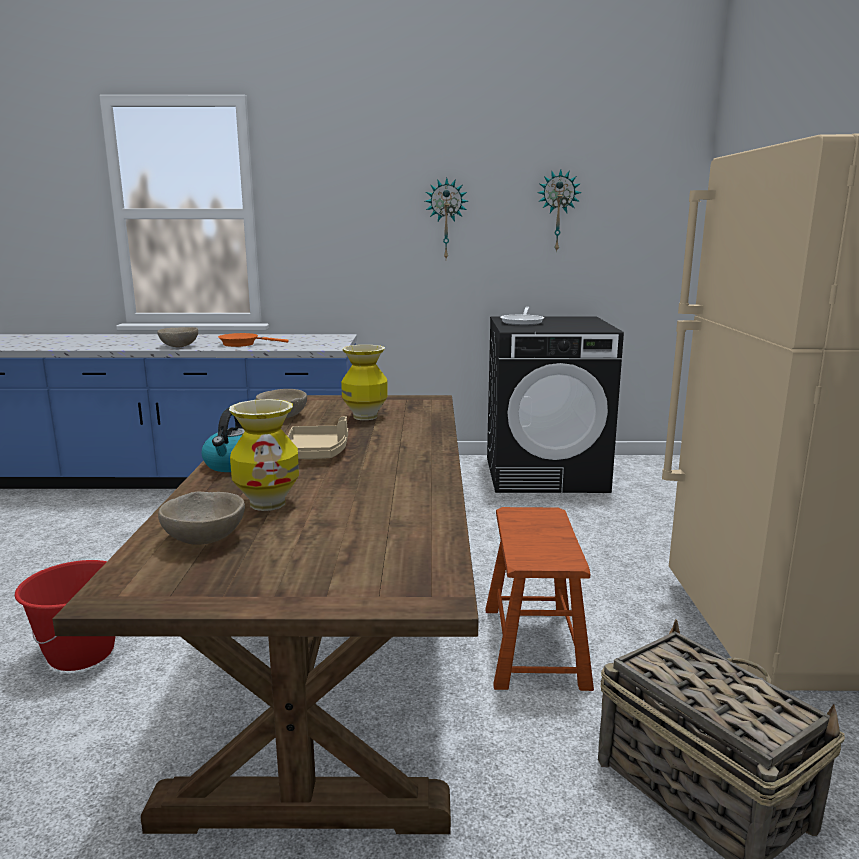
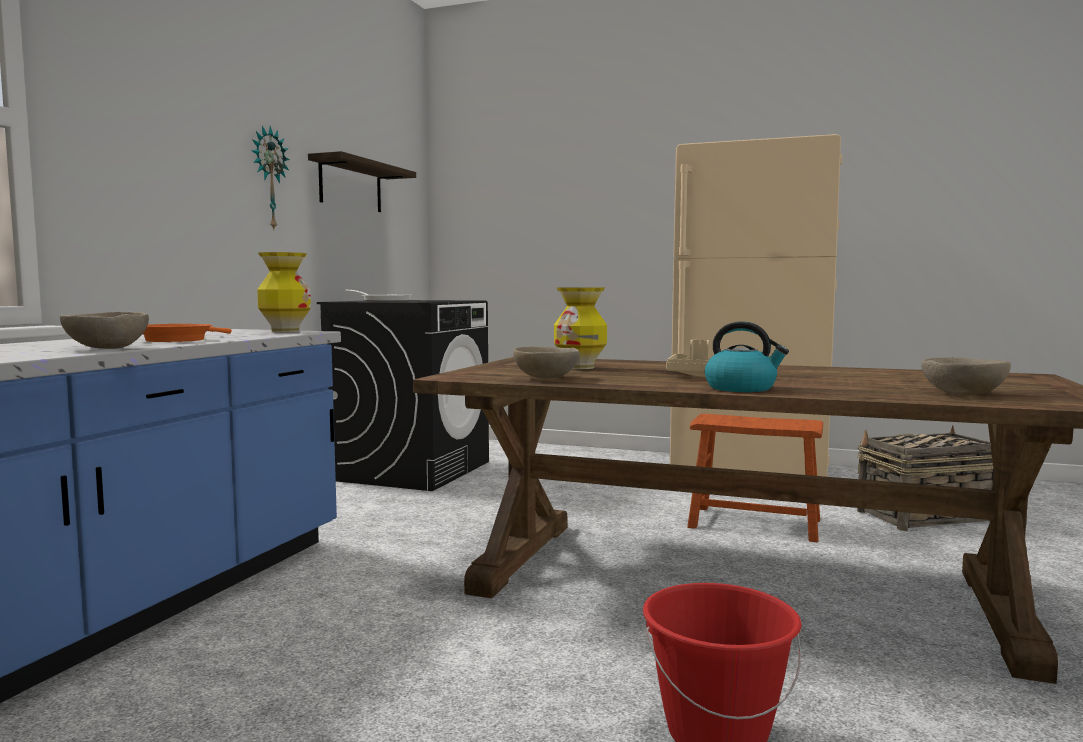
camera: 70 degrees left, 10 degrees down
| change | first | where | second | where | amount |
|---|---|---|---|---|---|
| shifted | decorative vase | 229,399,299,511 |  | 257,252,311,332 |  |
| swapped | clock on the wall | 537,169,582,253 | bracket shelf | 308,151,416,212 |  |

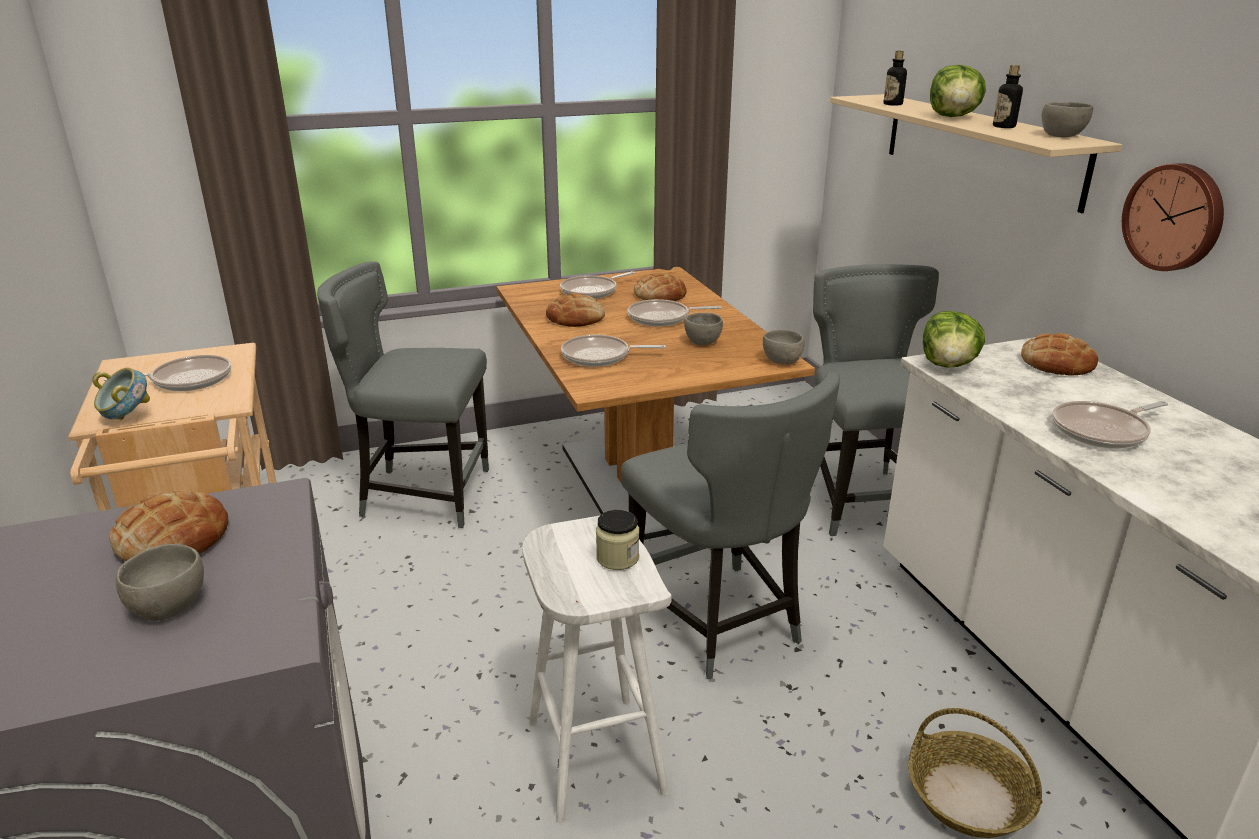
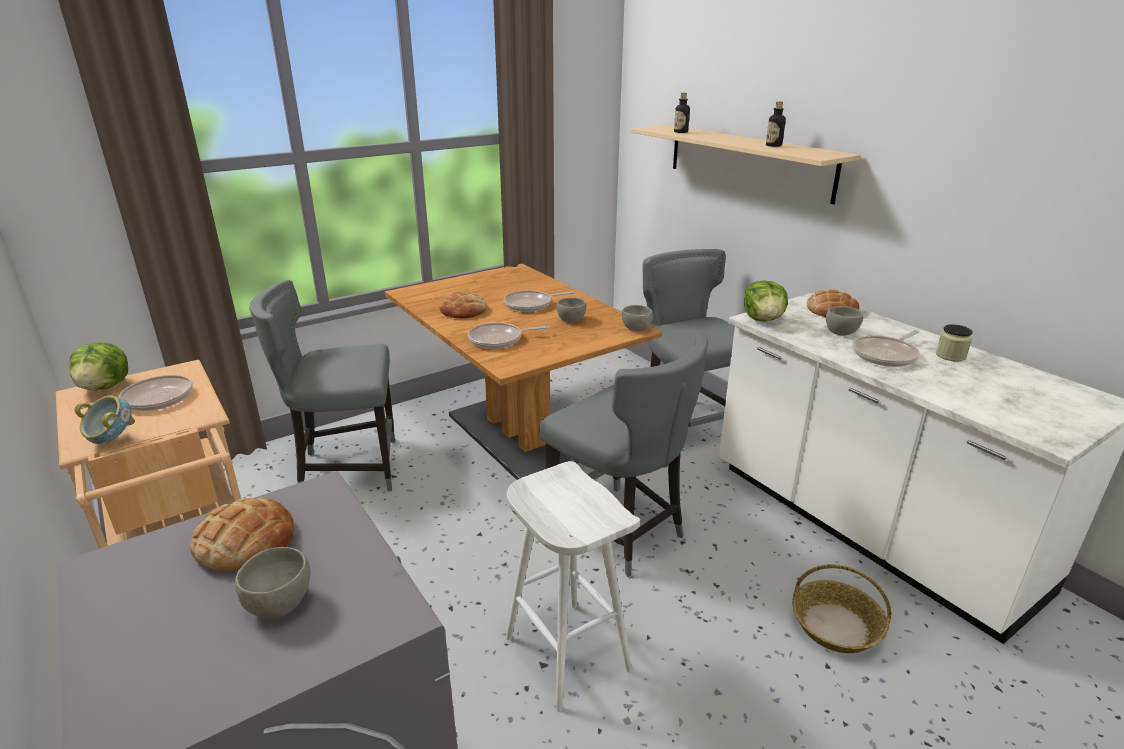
camera: 15 degrees left, 0 degrees up
| change | first | where | second | where | amount |
|---|---|---|---|---|---|
| gone | pan | 560,271,635,299 |  |  |  |
| gone | baked bread | 634,273,687,301 |  |  |  |
| gone | clock on the wall | 1122,163,1224,271 |  |  |  |
| shifted | preserve jar | 596,510,639,570 |  | 936,324,973,361 |  |
| shifted | head of lettuce | 930,65,986,117 |  | 69,343,128,390 |  |
| shifted | serving bowl (gray) | 1042,102,1093,137 |  | 826,306,864,336 |  |

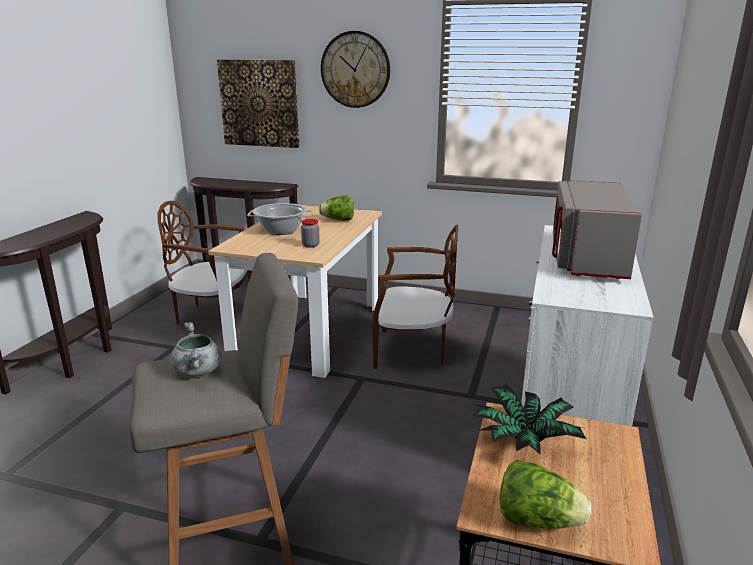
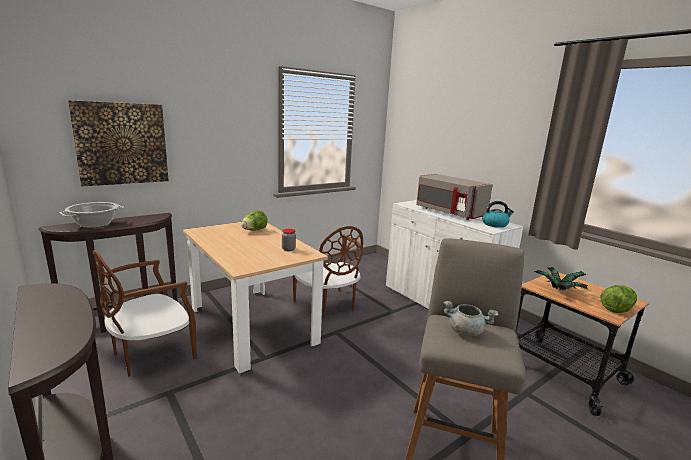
camera: 55 degrees left, 5 degrees down
| change | first | where | second | where | amount |
|---|---|---|---|---|---|
| gone | clock on the wall | 321,31,390,108 |  |  |  |
| new |  |  | kettle | 482,201,514,228 |  |
| shifted | saucepot | 247,203,313,235 |  | 60,202,124,228 |  |
| rotated | chair (brown) | 372,225,458,369 |  | 293,226,363,319 | 105 degrees clockwise |

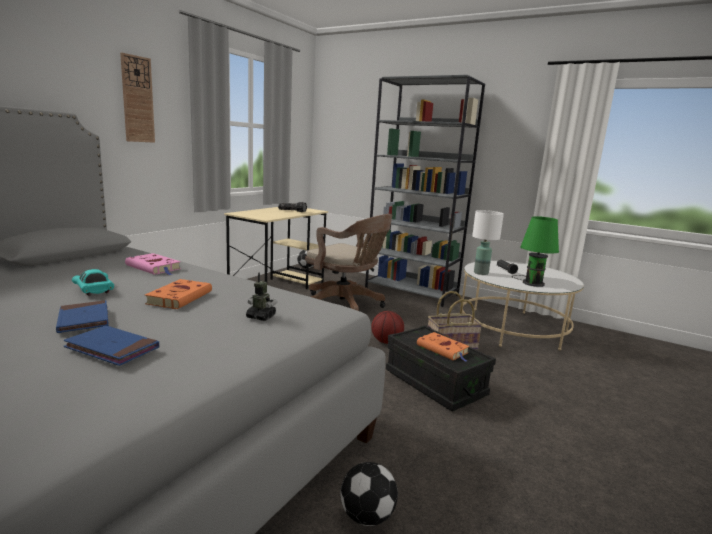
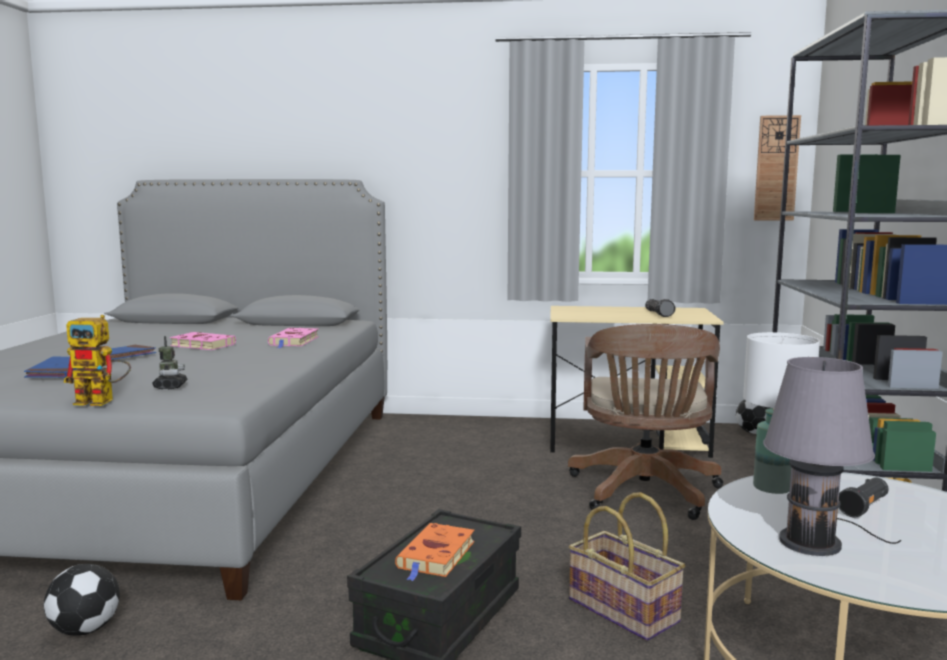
camera: 65 degrees right, 5 degrees down
| change | first | where | second | where | amount |
|---|---|---|---|---|---|
| gone | book (orange-coloured) | 145,279,212,309 |  |  |  |
| gone | ball for basketball | 371,311,404,344 |  |  |  |
| new |  |  | model robot | 63,315,131,406 |  |
| shifted | clock on the wall | 120,53,155,143 |  | 754,115,801,221 |  |
| swapped | toy car (turquoise-coloured) | 72,269,114,296 | book (pink-coloured) | 170,332,236,350 |  |
| repainted | table lamp (green) | 513,216,559,287 | table lamp (gray) | 763,357,901,556 |  |

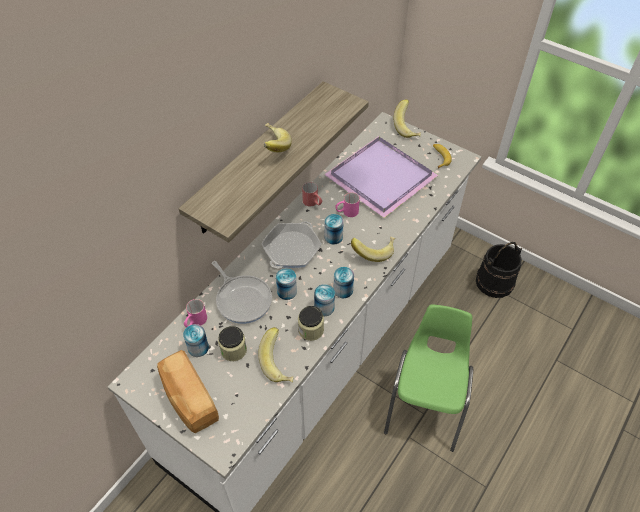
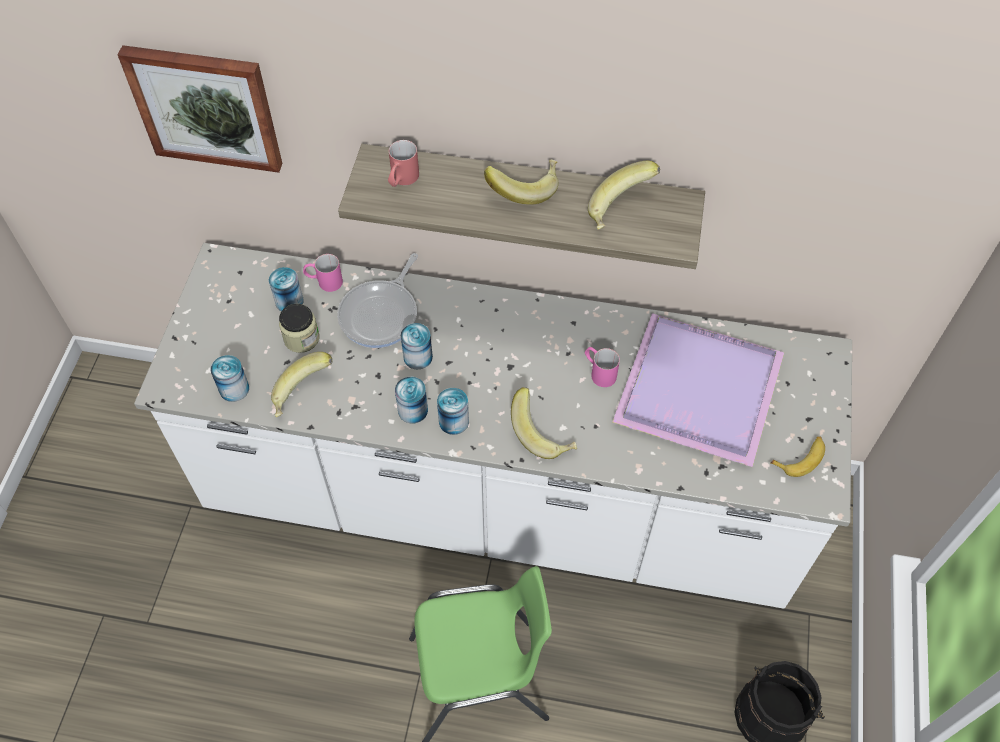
camera: 65 degrees right, 5 degrees up
| change | first | where | second | where | amount |
|---|---|---|---|---|---|
| gone | baked bread | 157,350,219,433 |  |  |  |
| gone | pan | 261,221,322,268 |  |  |  |
| gone | preserve jar | 298,306,324,341 |  |  |  |
| new |  |  | wall picture | 117,45,282,173 |  |
| shifted | coffee mug (red) | 302,182,322,206 |  | 388,140,419,187 |  |
| shifted | metal can | 325,214,344,245 |  | 211,355,249,402 |  |
| shifted | whole banana | 393,99,421,138 |  | 588,161,660,230 |  |

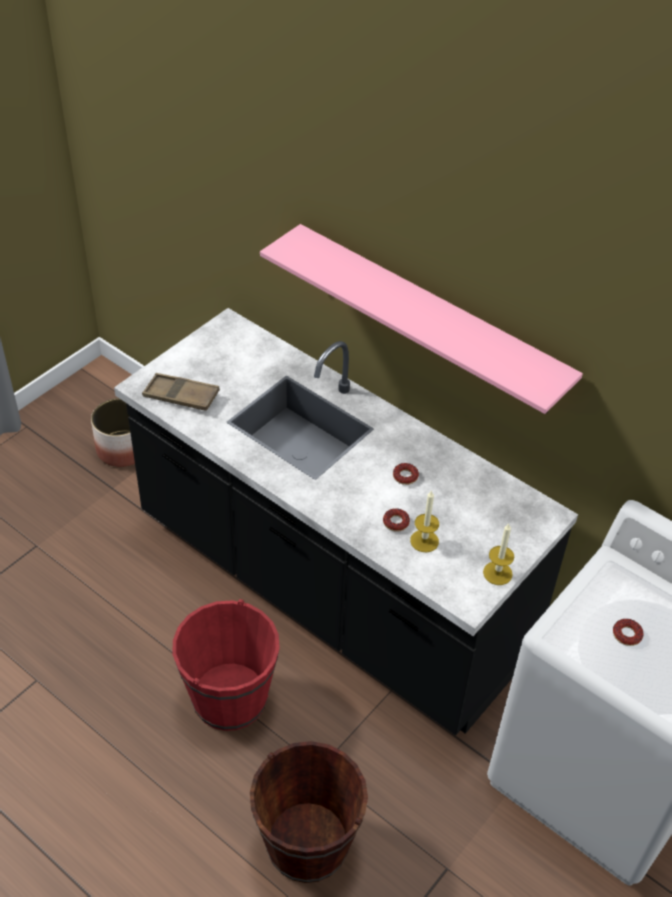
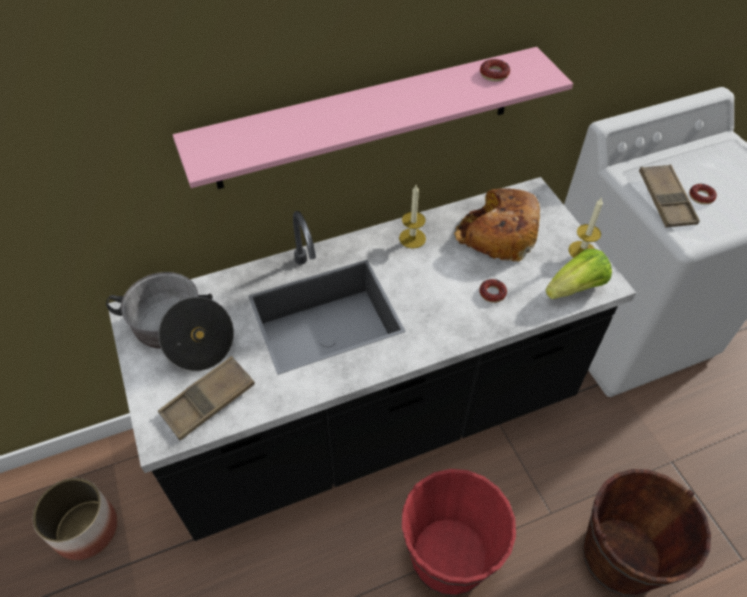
camera: 60 degrees left, 5 degrees up
| change | first | where | second | where | amount |
|---|---|---|---|---|---|
| new |  |  | saucepot | 106,272,234,371 |  |
| new |  |  | baked bread | 454,188,540,262 |  |
| new |  |  | head of lettuce | 546,249,612,299 |  |
| new |  |  | serving tray (brown) | 639,164,700,228 |  |
| shifted | doughnut | 393,463,419,485 |  | 480,59,510,81 |  |
| shifted | candle | 410,490,439,553 |  | 399,185,426,249 |  |

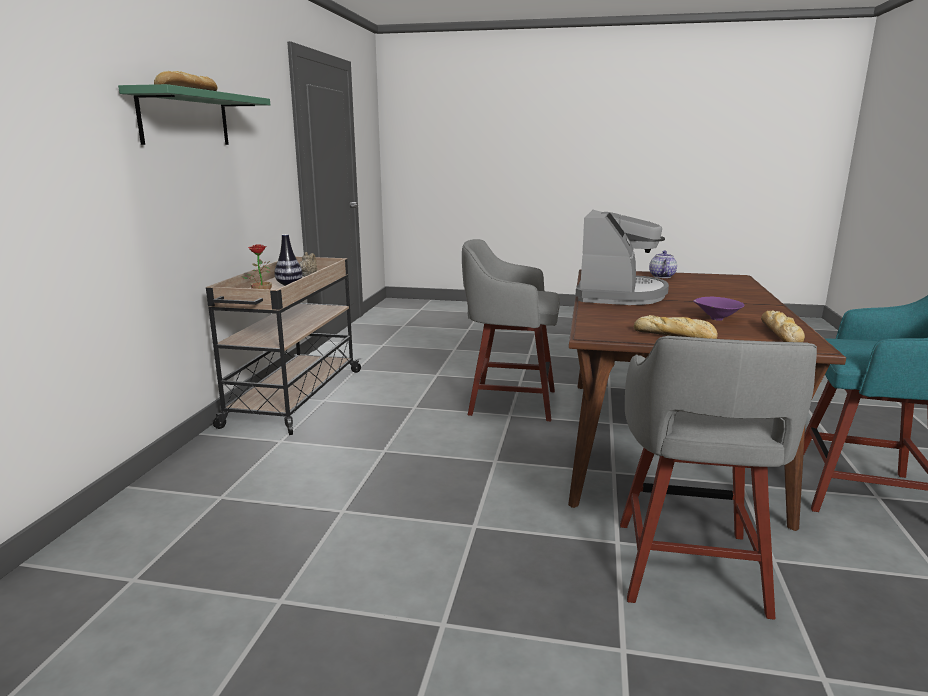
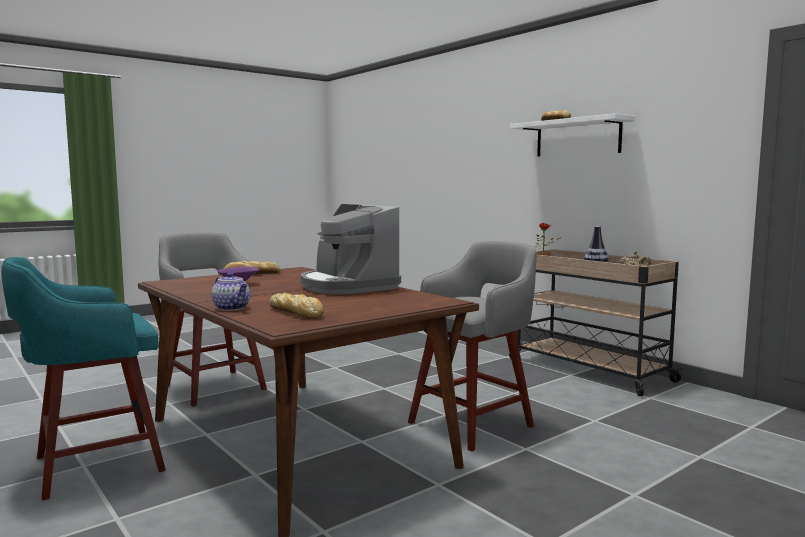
camera: 130 degrees right, 10 degrees down
| change | first | where | second | where | amount |
|---|---|---|---|---|---|
| shifted | tea pot | 649,251,677,278 |  | 211,272,250,311 |  |
| shifted | baked bread | 761,310,805,342 |  | 269,292,324,319 |  |
| repainted | bracket shelf (green) | 118,84,270,145 | bracket shelf (whitish) | 510,113,635,157 |  |

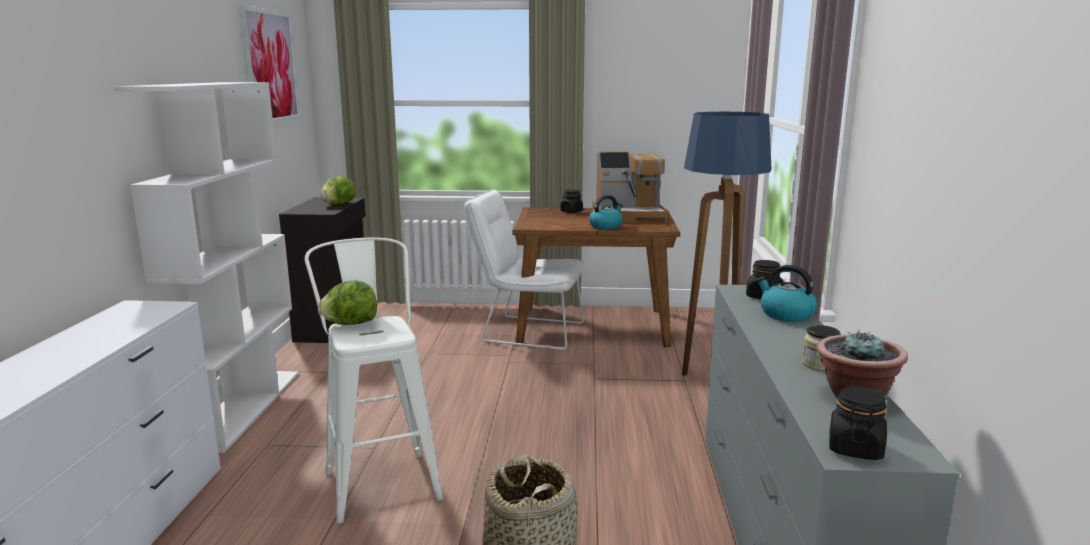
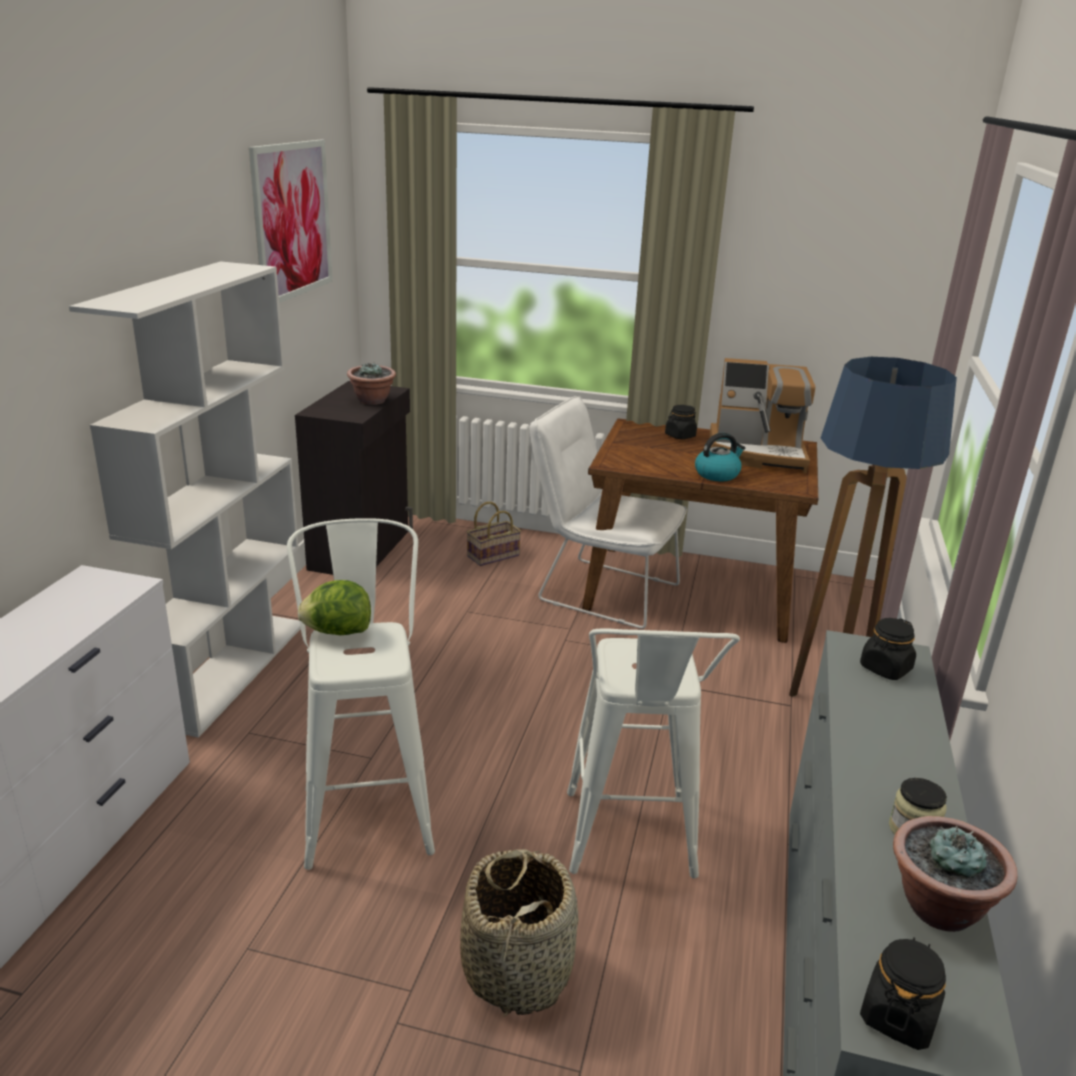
camera: 10 degrees right, 10 degrees up
| change | first | where | second | where | amount |
|---|---|---|---|---|---|
| gone | kettle | 757,265,817,322 |  |  |  |
| new |  |  | household basket | 467,502,521,566 |  |
| new |  |  | stool (whitish) | 567,628,740,878 |  |
| swapped | head of lettuce | 321,176,356,205 | houseplant | 347,362,396,405 |  |

